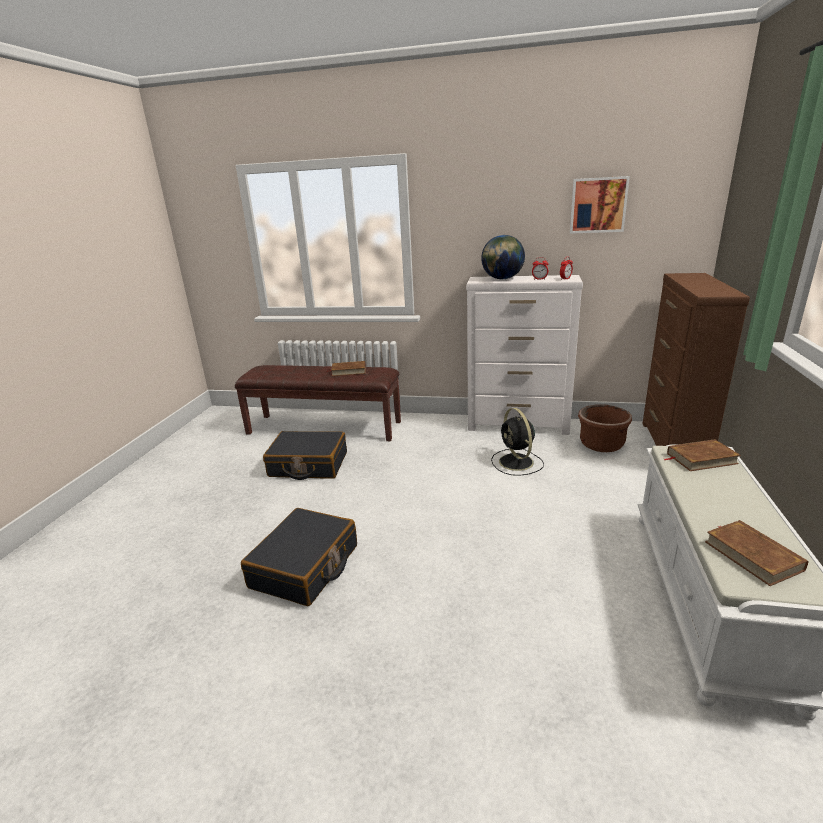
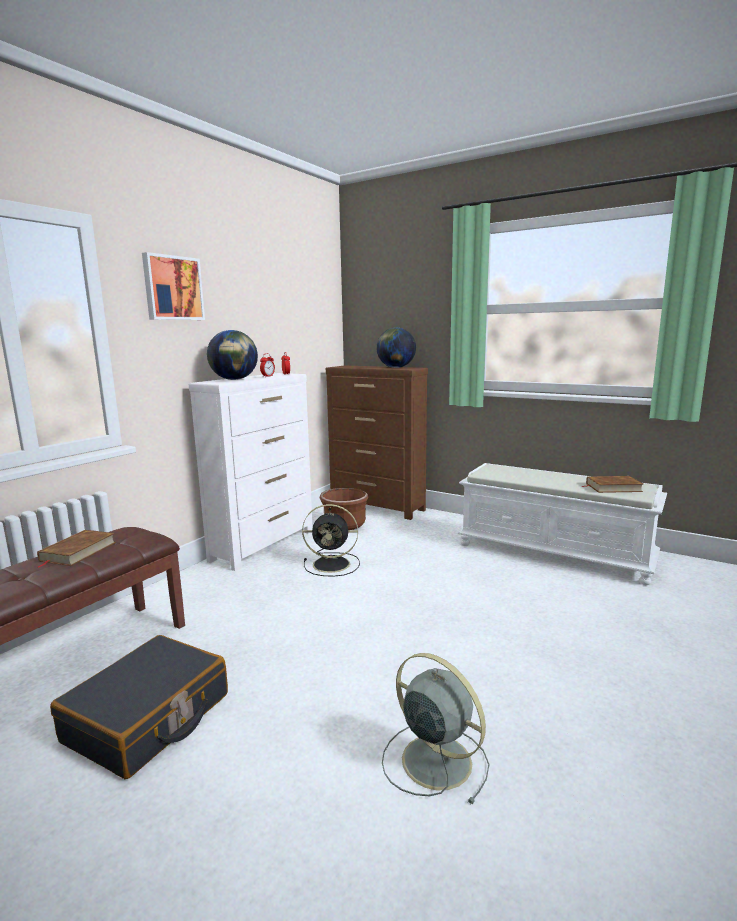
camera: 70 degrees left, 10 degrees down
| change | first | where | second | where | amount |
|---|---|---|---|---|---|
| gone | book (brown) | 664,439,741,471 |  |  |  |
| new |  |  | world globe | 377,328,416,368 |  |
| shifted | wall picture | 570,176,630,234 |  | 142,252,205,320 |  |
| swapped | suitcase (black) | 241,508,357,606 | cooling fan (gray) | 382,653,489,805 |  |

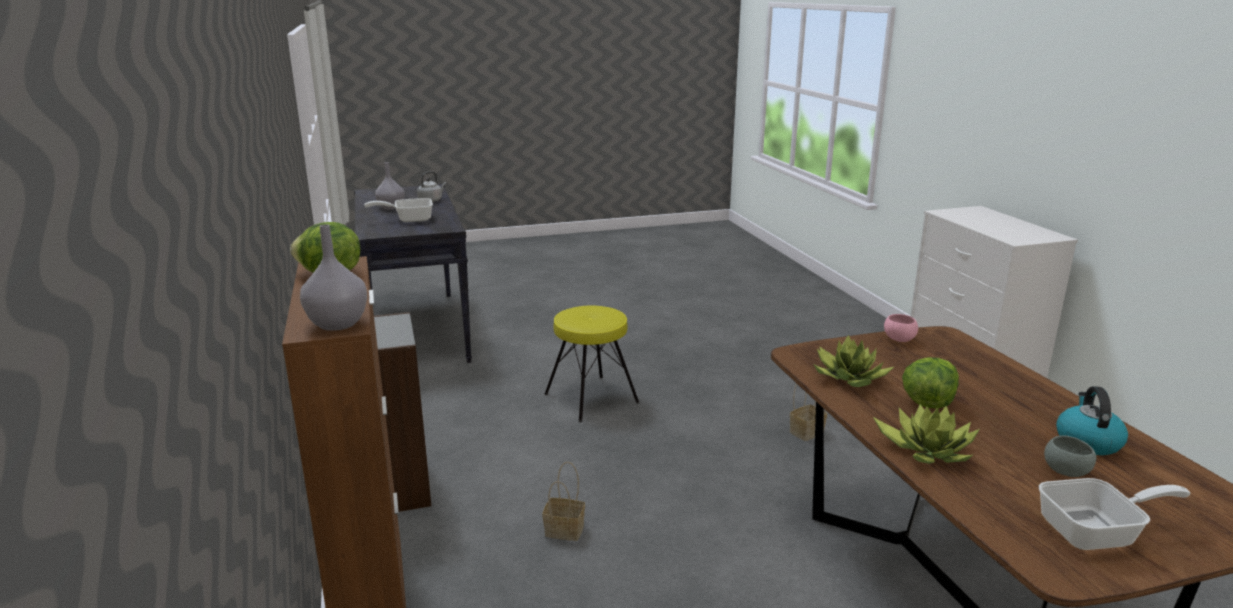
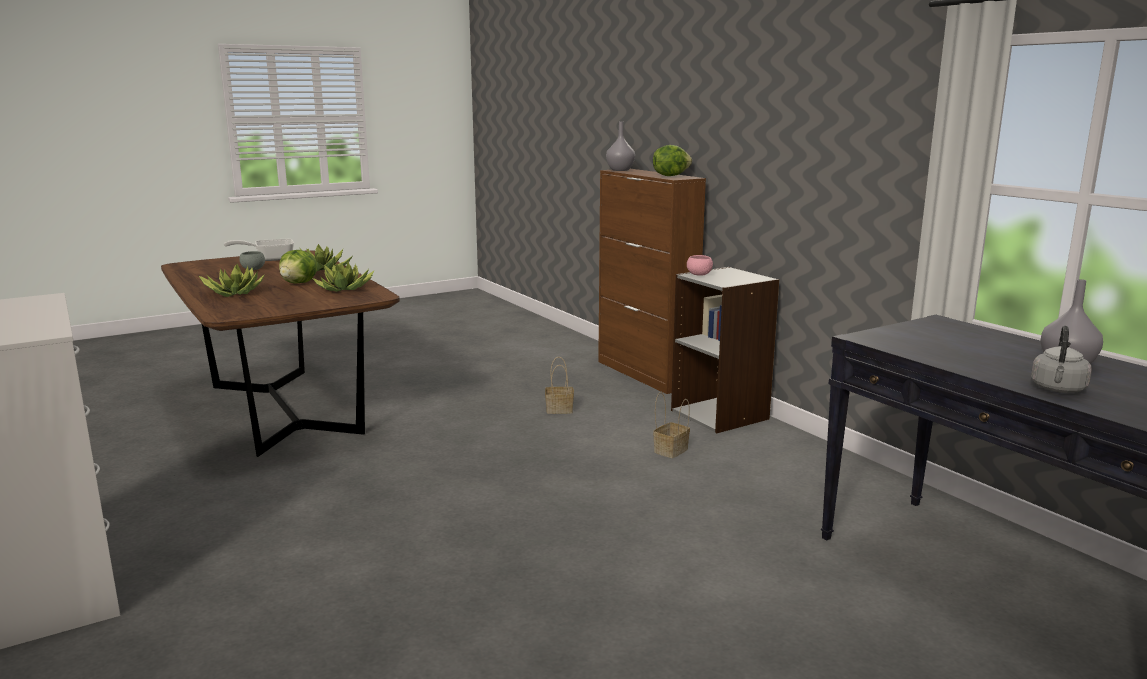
camera: 165 degrees right, 5 degrees down
| change | first | where | second | where | amount |
|---|---|---|---|---|---|
| gone | pan | 364,198,433,223 |  |  |  |
| gone | stool (yellowish) | 544,305,639,422 |  |  |  |
| gone | kettle | 1056,386,1128,455 |  |  |  |
| new |  |  | houseplant | 198,264,265,297 |  |
| shifted | household basket | 790,383,827,441 |  | 653,392,690,458 |  |
| shifted | serving bowl (pink-coloured) | 884,314,918,342 |  | 687,255,713,276 |  |

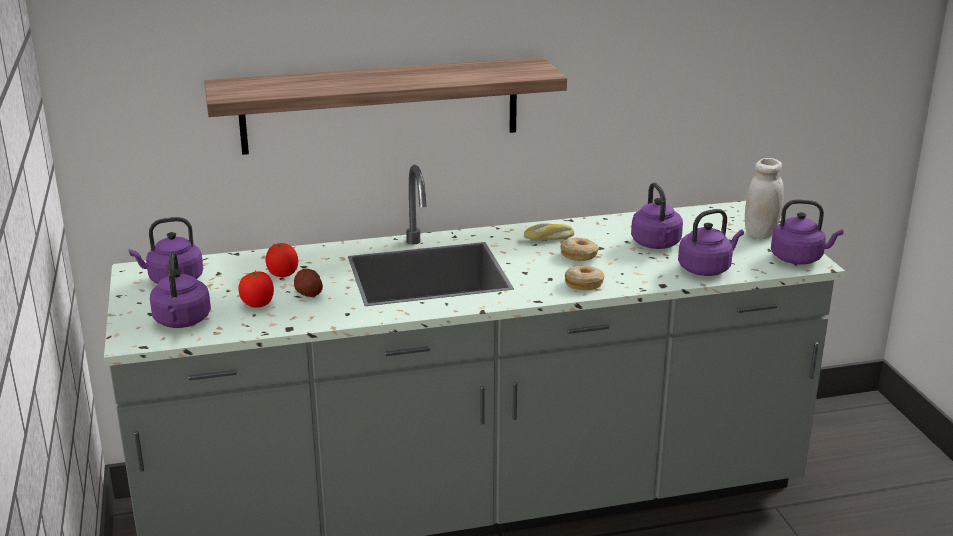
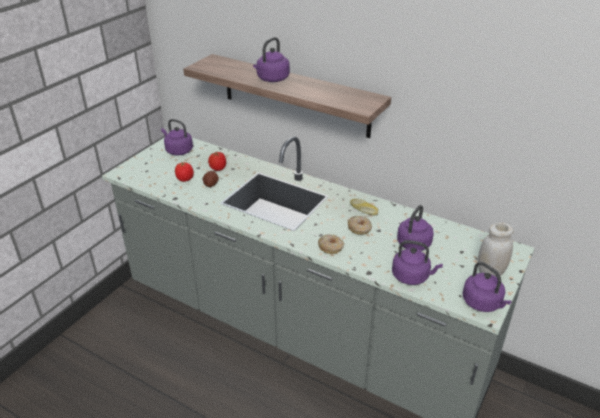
camera: 45 degrees right, 10 degrees up
| change | first | where | second | where | amount |
|---|---|---|---|---|---|
| shifted | kettle (purplish) | 150,251,211,328 |  | 253,37,290,82 |  |

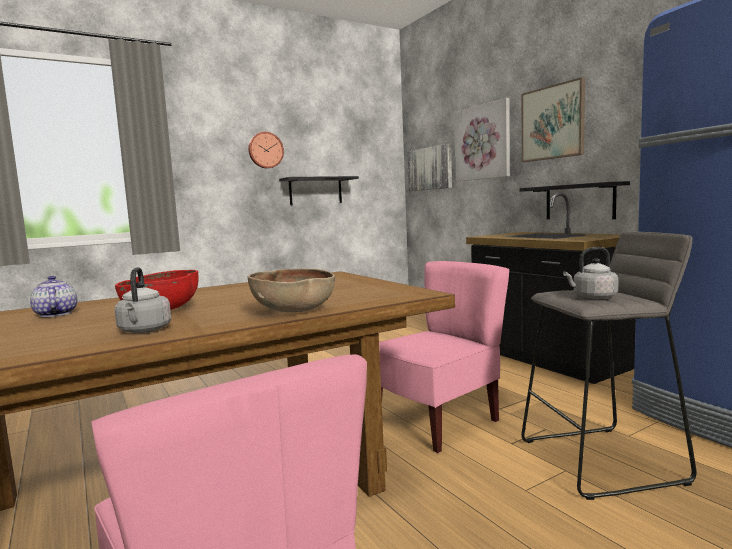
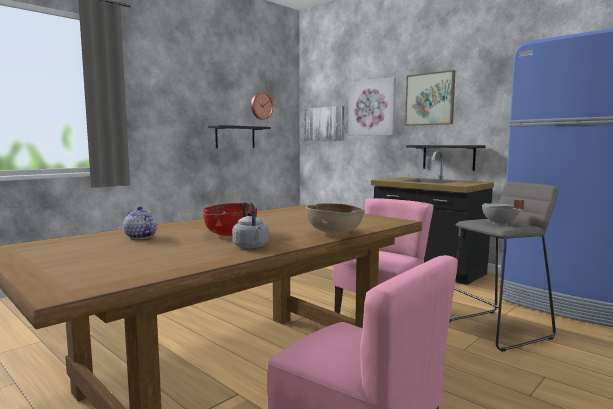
camera: 15 degrees left, 0 degrees up
| change | first | where | second | where | amount |
|---|---|---|---|---|---|
| shifted | clock on the wall | 248,132,284,168 |  | 251,92,273,120 |  |
| swapped | kettle (gray) | 563,247,619,299 | saucepot (gray) | 482,199,524,225 |  |

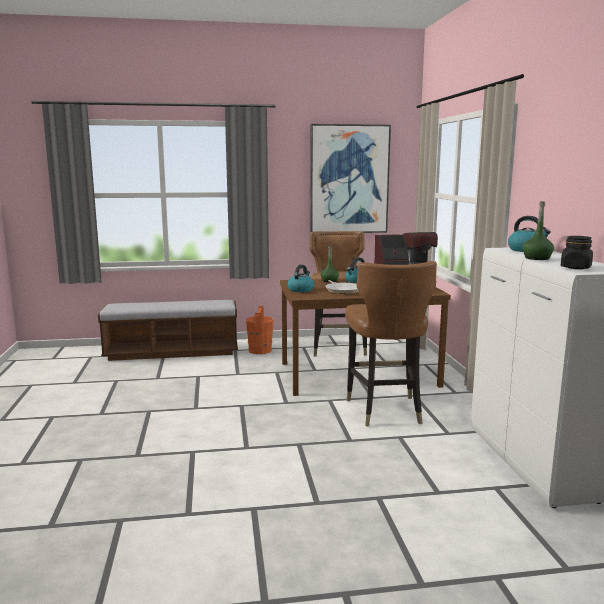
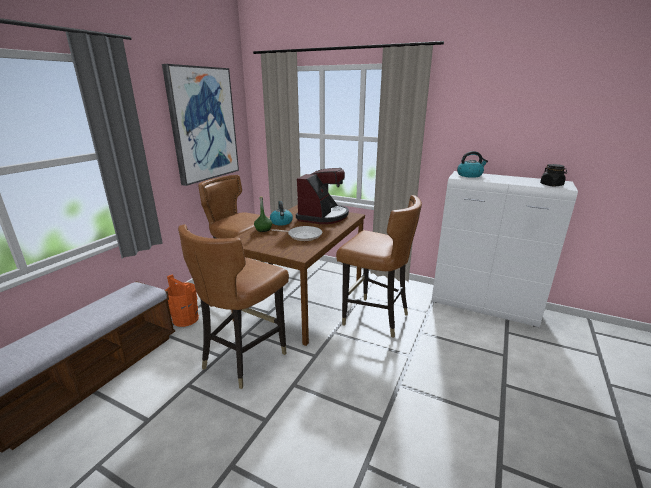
camera: 55 degrees left, 10 degrees up
| change | first | where | second | where | amount |
|---|---|---|---|---|---|
| gone | kettle | 287,265,314,292 |  |  |  |
| gone | beverage bottle (green) | 522,201,554,260 |  |  |  |
| new |  |  | chair (brown) | 178,224,289,389 |  |

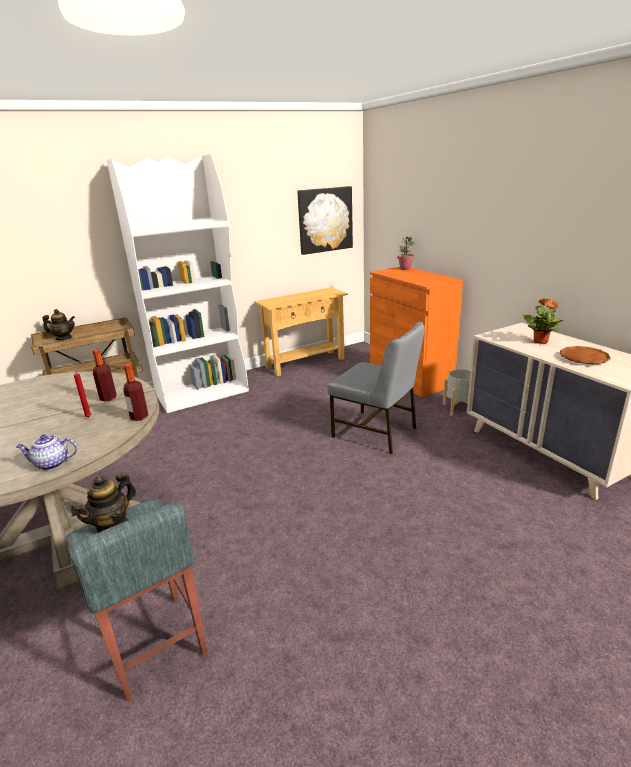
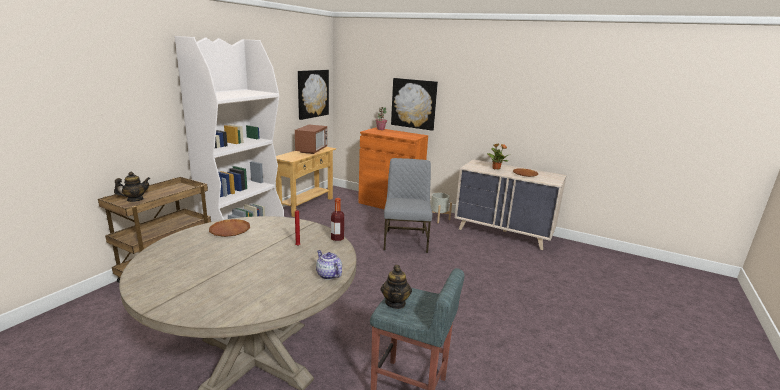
camera: 35 degrees left, 5 degrees down
| change | first | where | second | where | amount |
|---|---|---|---|---|---|
| gone | beverage bottle | 93,349,117,402 |  |  |  |
| new |  |  | flat dish (brown) | 209,219,250,237 |  |
| new |  |  | microwave oven | 295,124,327,154 |  |
| new |  |  | wall picture | 391,78,438,131 |  |
| rotated | tea pot | 16,434,78,470 |  | 316,250,342,280 | 90 degrees clockwise |
| rotated | chair (gray) | 327,322,425,454 |  | 384,158,433,253 | 90 degrees counterclockwise |

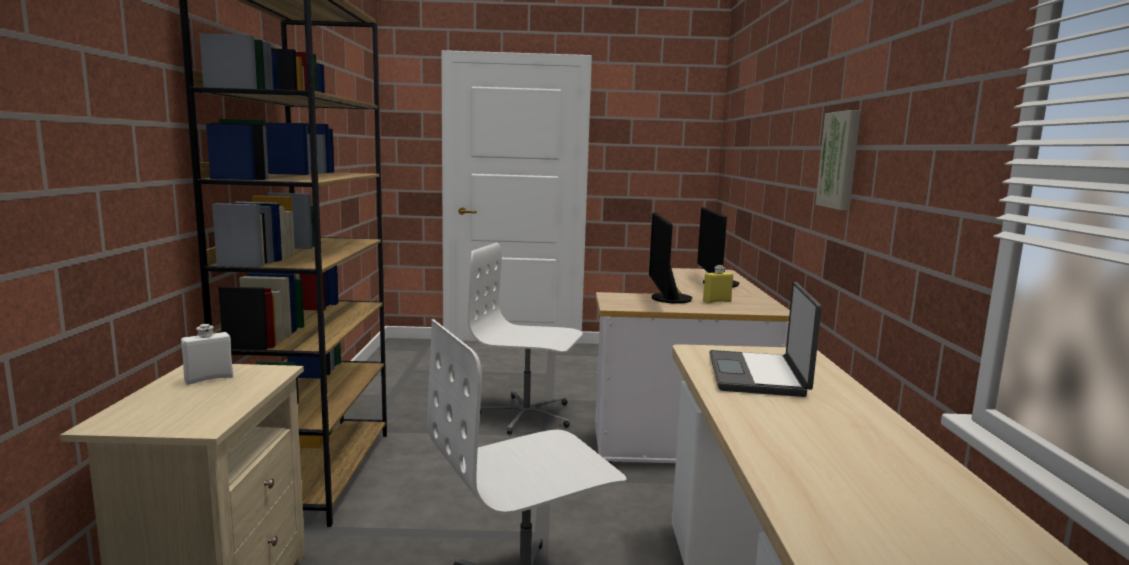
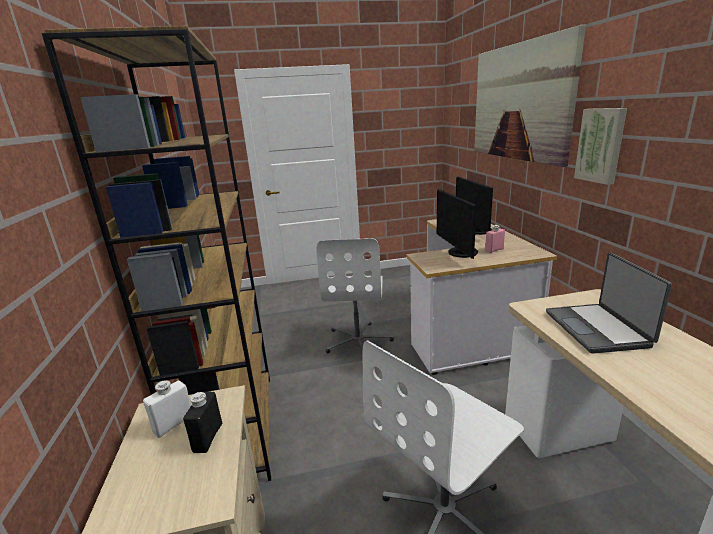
camera: 10 degrees left, 10 degrees up
| change | first | where | second | where | amount |
|---|---|---|---|---|---|
| new |  |  | beverage bottle (black) | 183,392,222,453 |  |
| new |  |  | wall picture | 474,25,586,167 |  |
| repainted | beverage bottle (yellowish) | 703,265,733,303 | beverage bottle (pink-coloured) | 485,225,505,253 |  |
| rotated | computer chair (whitish) | 468,243,583,435 |  | 316,238,394,353 | 90 degrees counterclockwise |

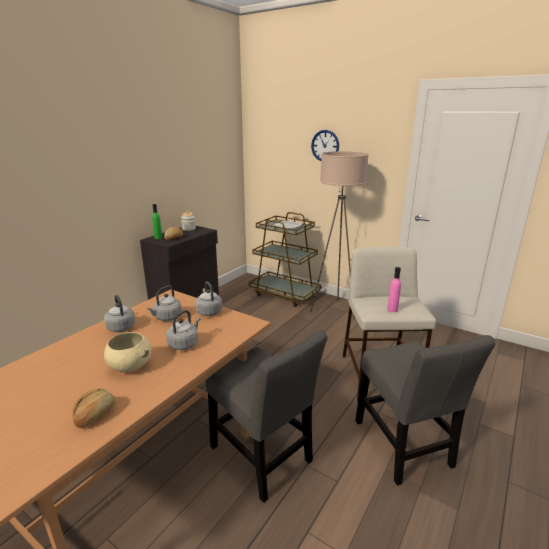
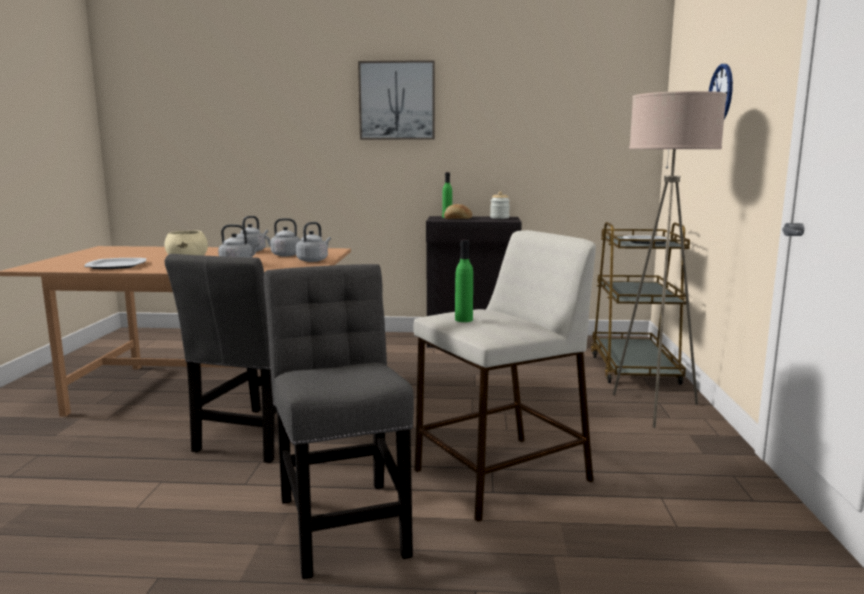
camera: 60 degrees right, 10 degrees down
| change | first | where | second | where | amount |
|---|---|---|---|---|---|
| new |  |  | wall picture | 358,60,435,140 |  |
| swapped | baked bread | 73,388,115,428 | flat dish | 84,258,146,269 |  |
| repainted | beverage bottle (pink-coloured) | 387,267,401,312 | beverage bottle (green) | 455,240,473,322 |  |
| rotated | chair (gray) | 355,335,495,486 |  | 264,264,414,579 | 120 degrees clockwise |

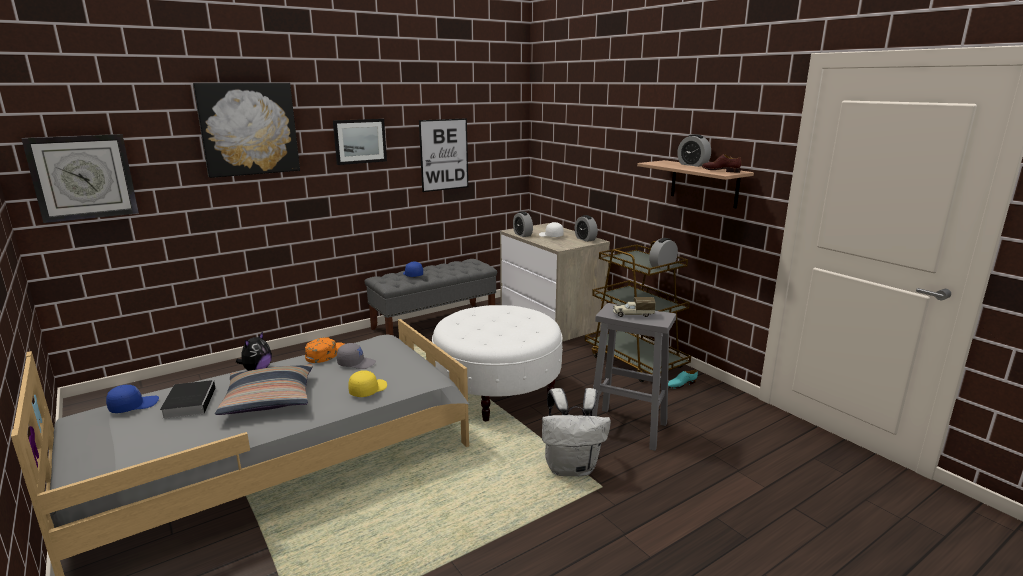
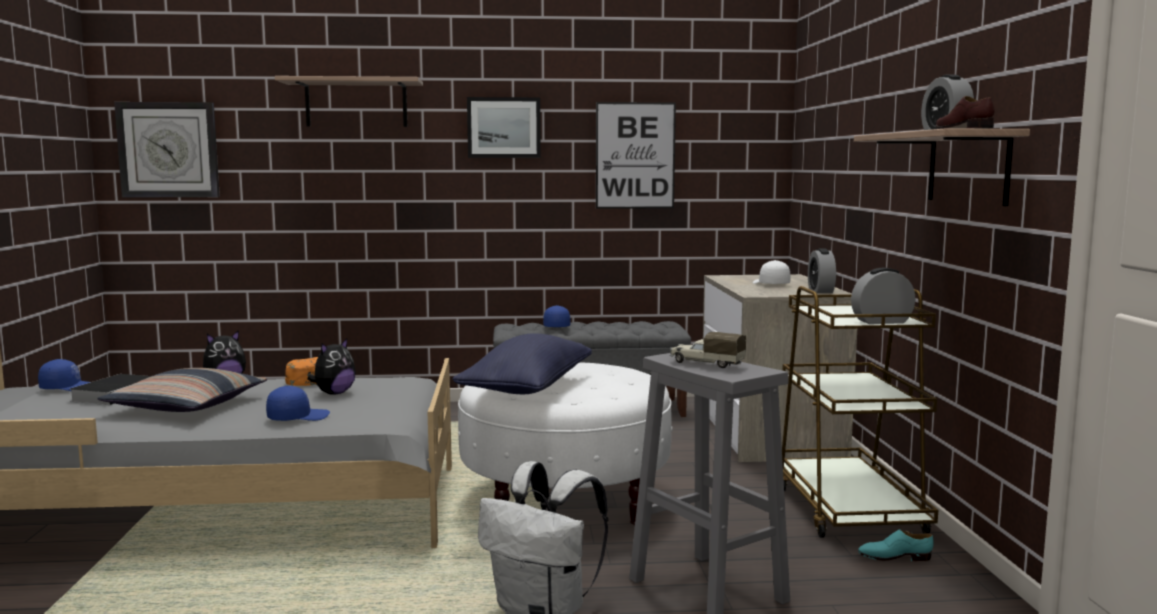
camera: 30 degrees right, 10 degrees down
| change | first | where | second | where | amount |
|---|---|---|---|---|---|
| gone | table clock | 513,211,533,237 |  |  |  |
| new |  |  | throw pillow (bluish) | 452,333,592,394 |  |
| swapped | wall picture | 193,83,300,178 | bracket shelf | 275,76,423,127 |  |
| swapped | peaked cap (gray) | 337,343,376,369 | cuddly toy | 308,338,356,395 |  |
| repainted | peaked cap (yellowish) | 348,370,387,397 | peaked cap (bluish) | 266,386,330,421 |  |

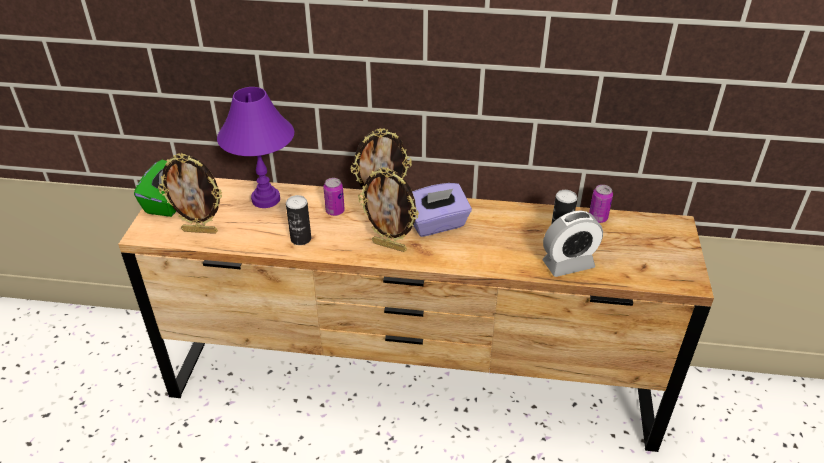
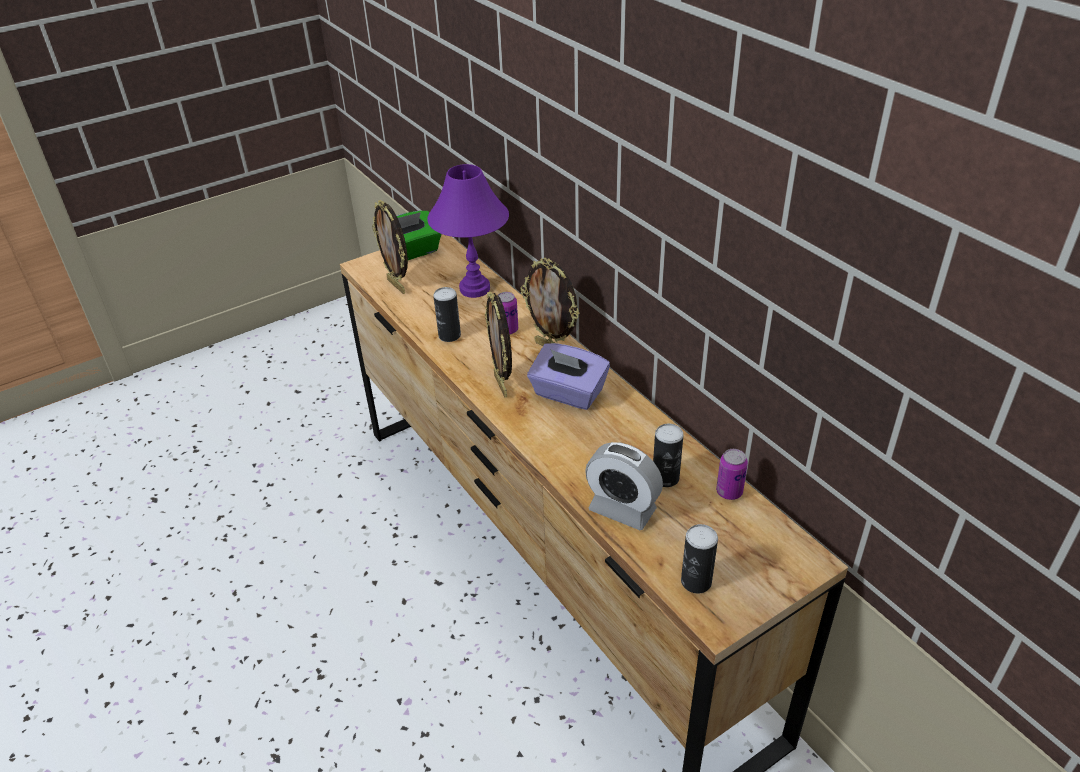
camera: 50 degrees right, 0 degrees up
| change | first | where | second | where | amount |
|---|---|---|---|---|---|
| new |  |  | metal can | 681,524,718,593 |  |

